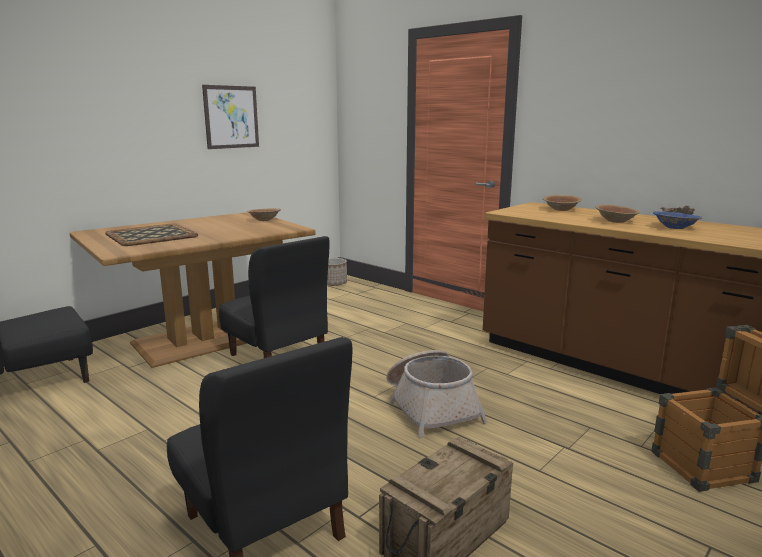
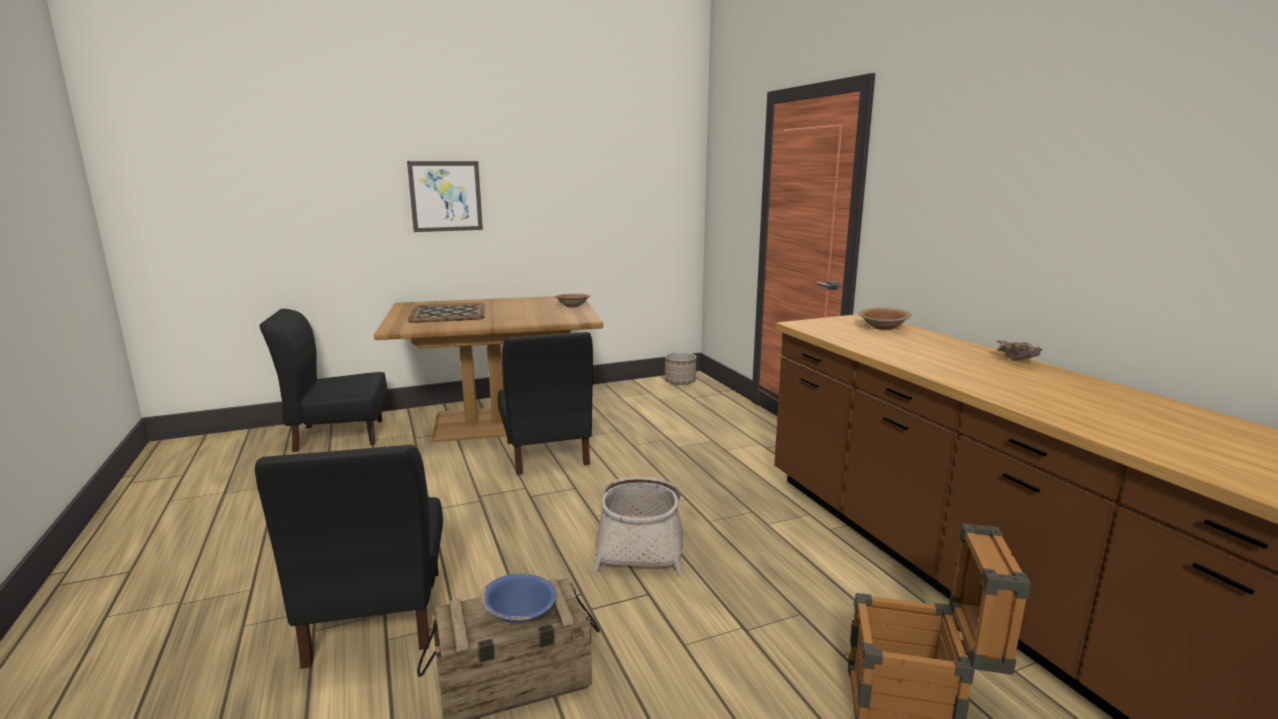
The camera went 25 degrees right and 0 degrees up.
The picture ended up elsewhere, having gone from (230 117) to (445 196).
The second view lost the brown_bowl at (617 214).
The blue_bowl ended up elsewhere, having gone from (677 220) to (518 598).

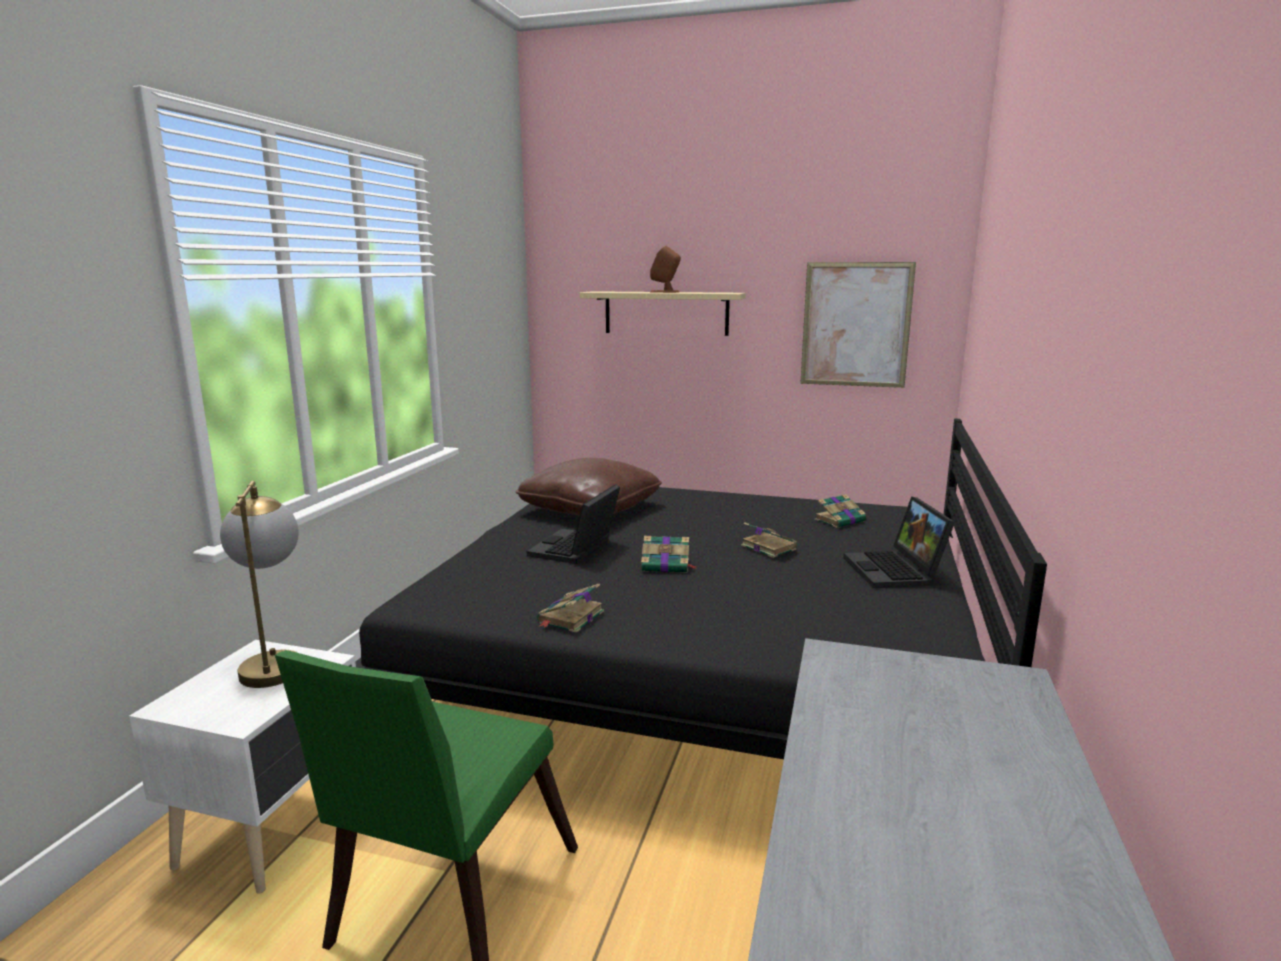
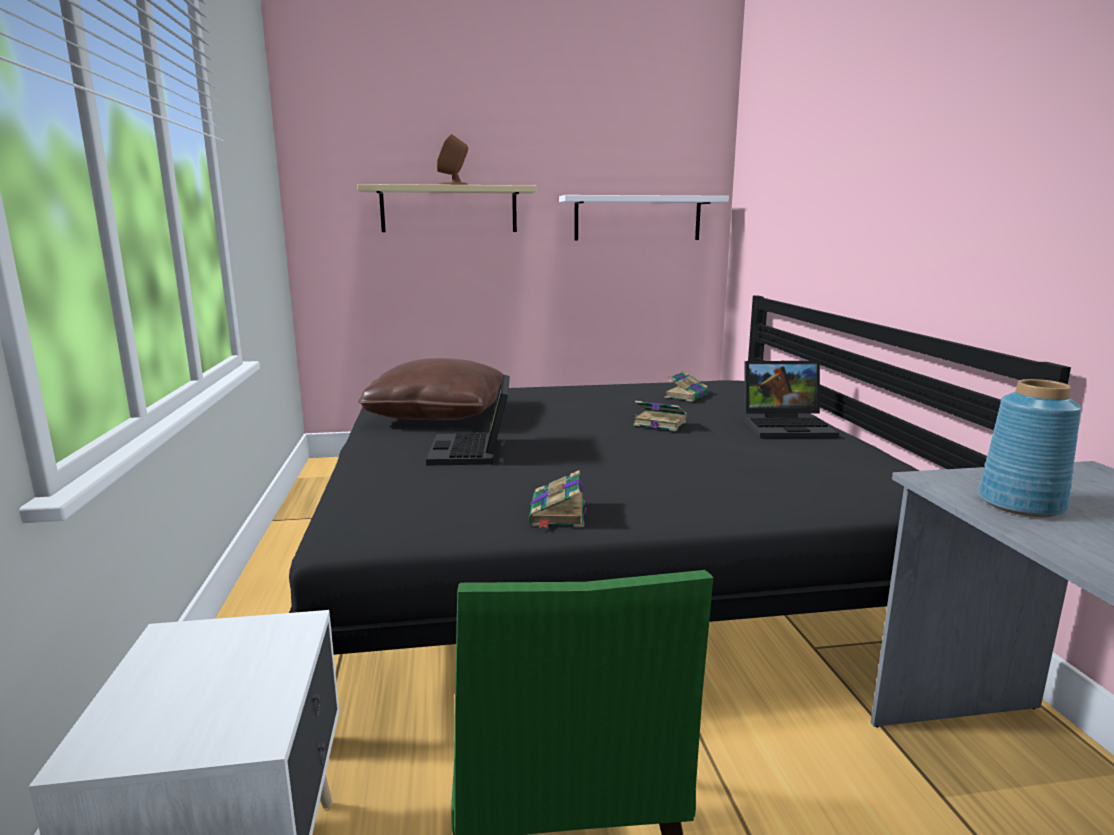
The camera went 25 degrees left and 0 degrees up.
The second view lost the table_lamp at (259 584).
The second view lost the book at (669 554).
Where the picture hung at (858 325), the white_shelf came to hang at (644 217).
The laptop at (899 542) ended up facing another way, 60 degrees counterclockwise from before.
The second view gained the blue_vase at (1030 448).

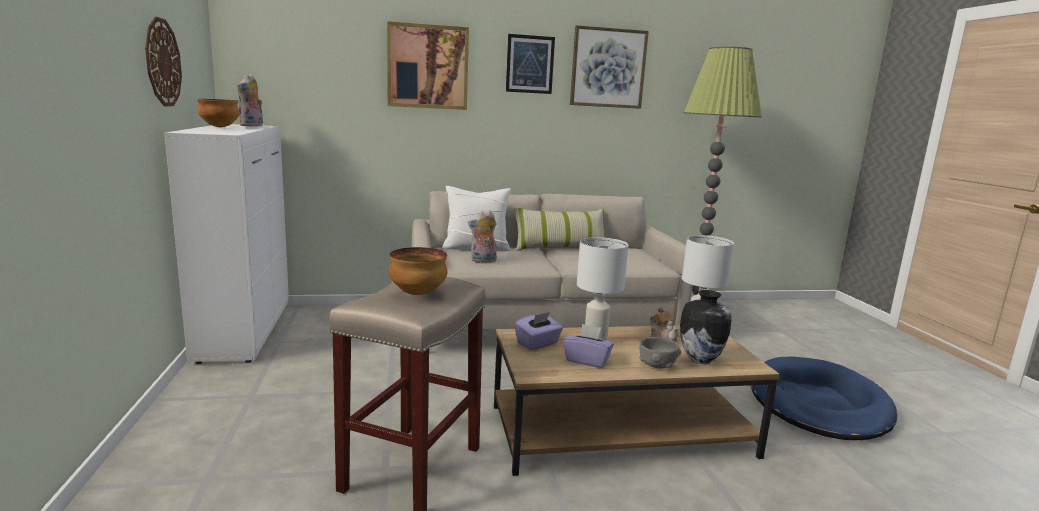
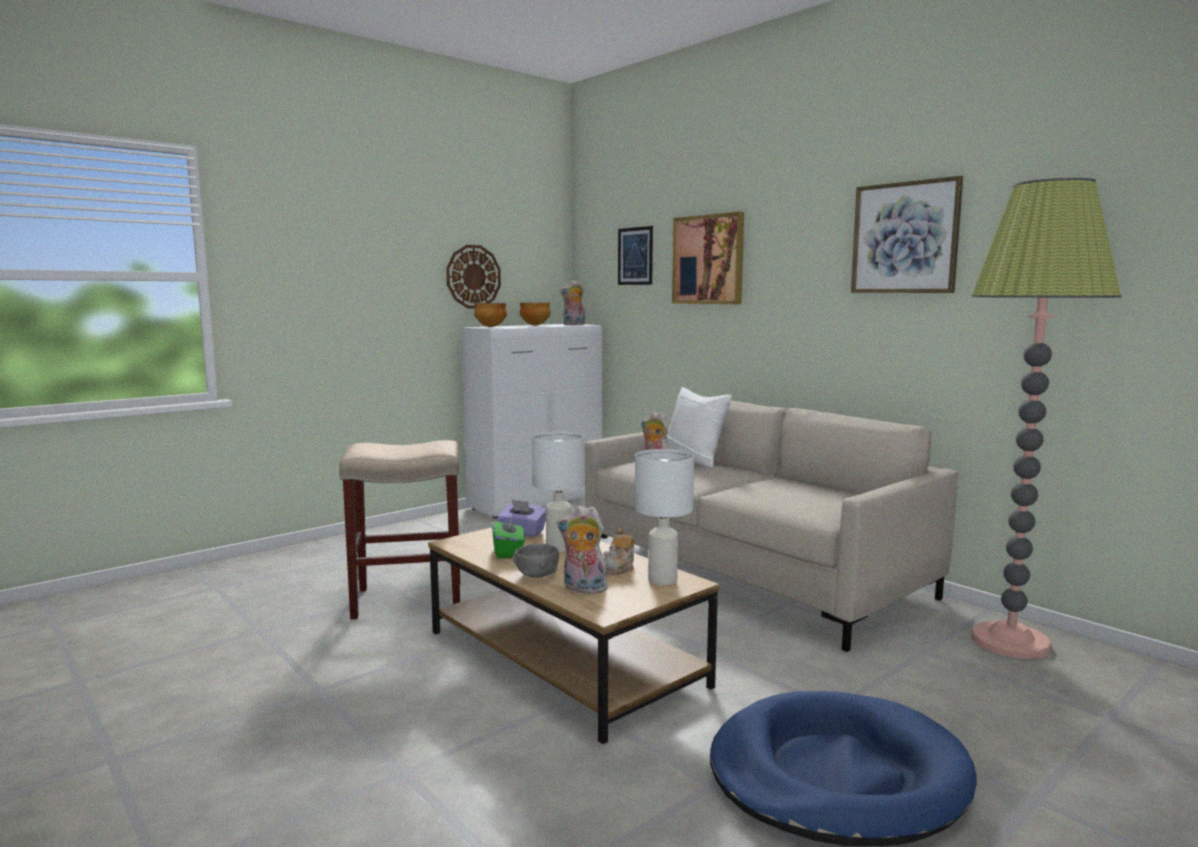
The camera went 60 degrees right and 5 degrees down.
The bowl ended up elsewhere, having gone from (418 271) to (490 315).
The picture ended up elsewhere, having gone from (530 64) to (635 255).
The second view lost the pillow at (559 229).
What was the purple_tissue_box at (588 346) turned into the green_tissue_box at (508 537).
Where the vase stood at (706 327), the plush_toy came to stand at (583 549).

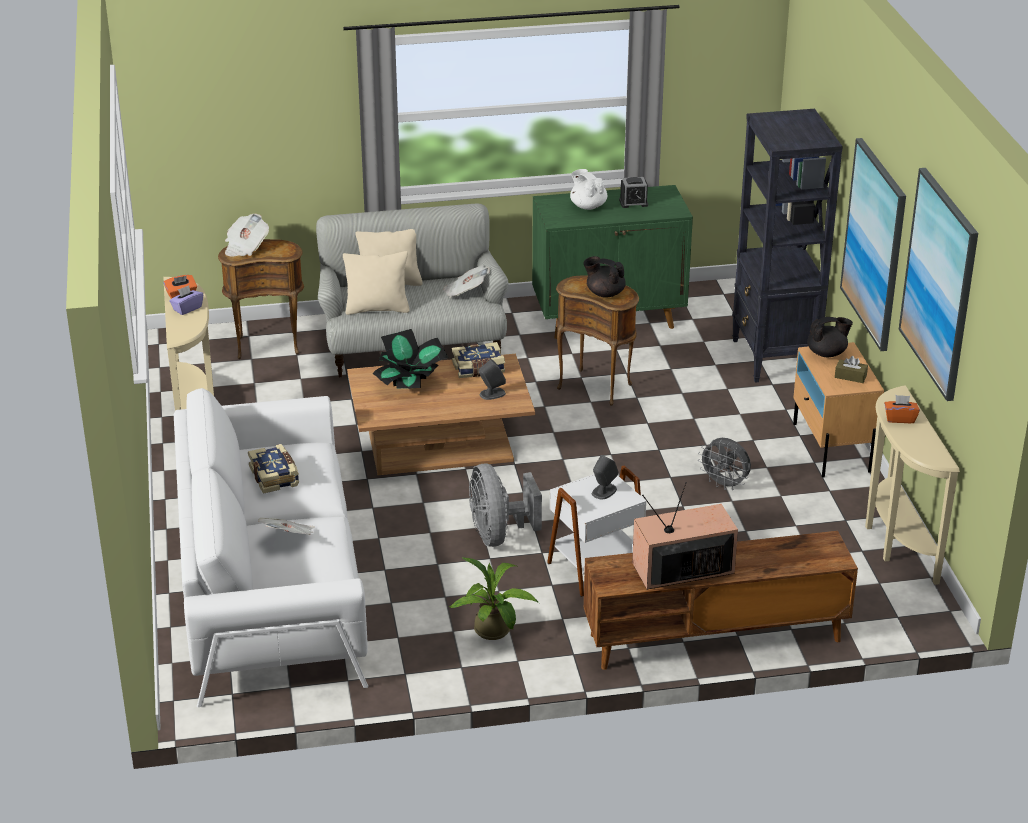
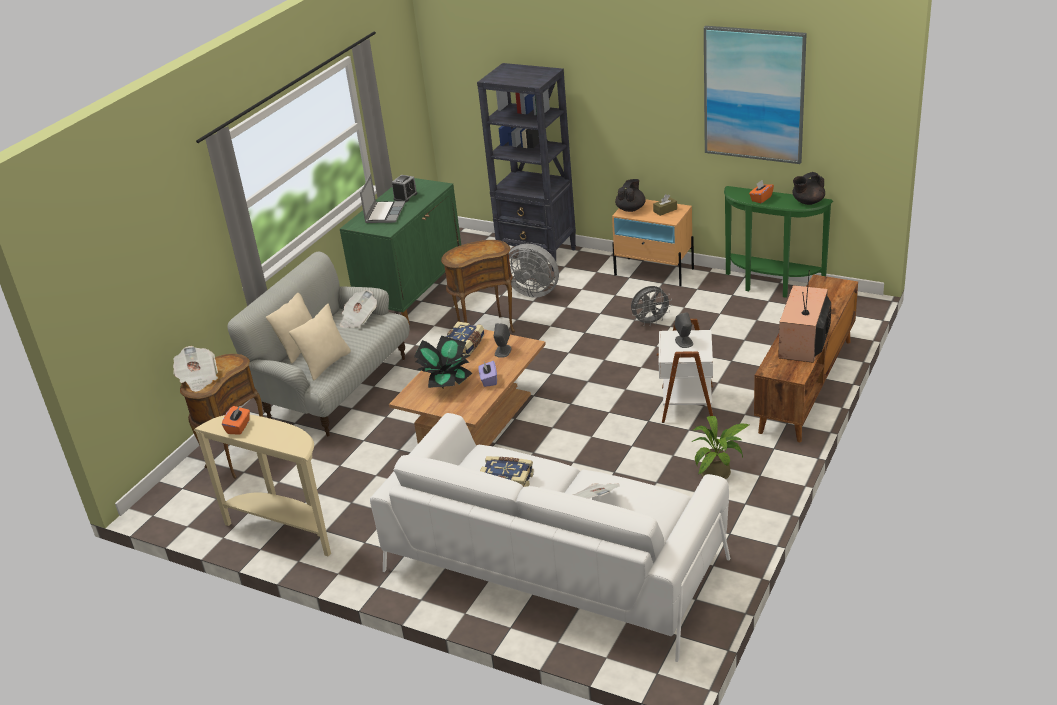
The camera went 50 degrees left and 0 degrees up.
The purple_tissue_box ended up elsewhere, having gone from (186 300) to (487 374).
The grey_fan ended up elsewhere, having gone from (505 505) to (534 271).
Where the white_teapot stood at (589 189), the laptop came to stand at (382 198).
The black_teapot ended up elsewhere, having gone from (604 277) to (809 188).
The second view lost the picture at (873 244).
What was the beige_console_table at (912 485) turned into the green_console_table at (778 242).

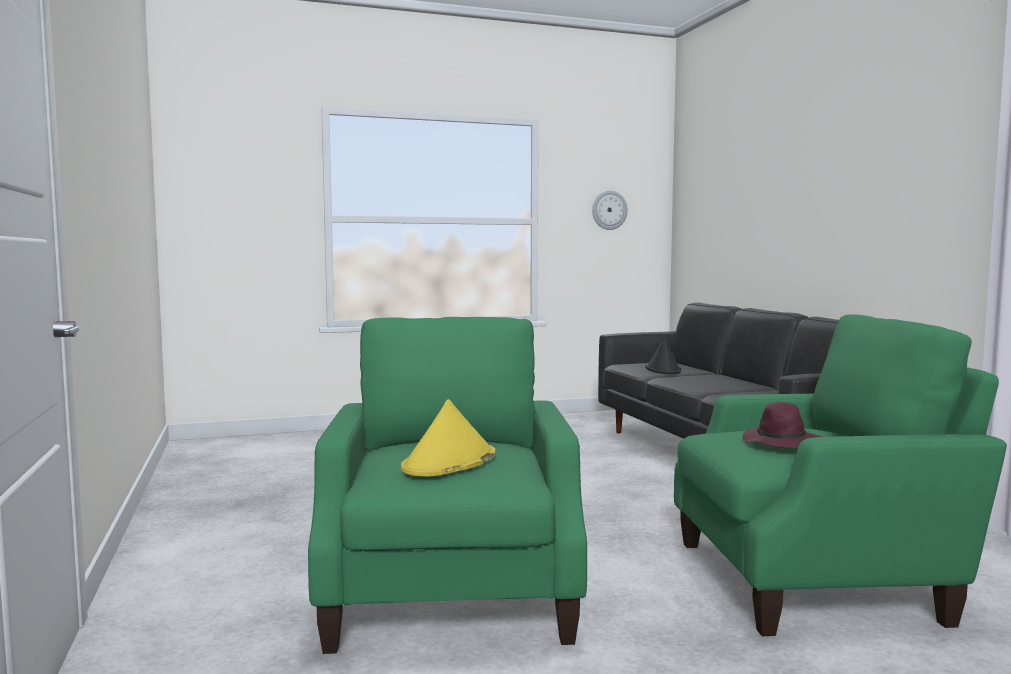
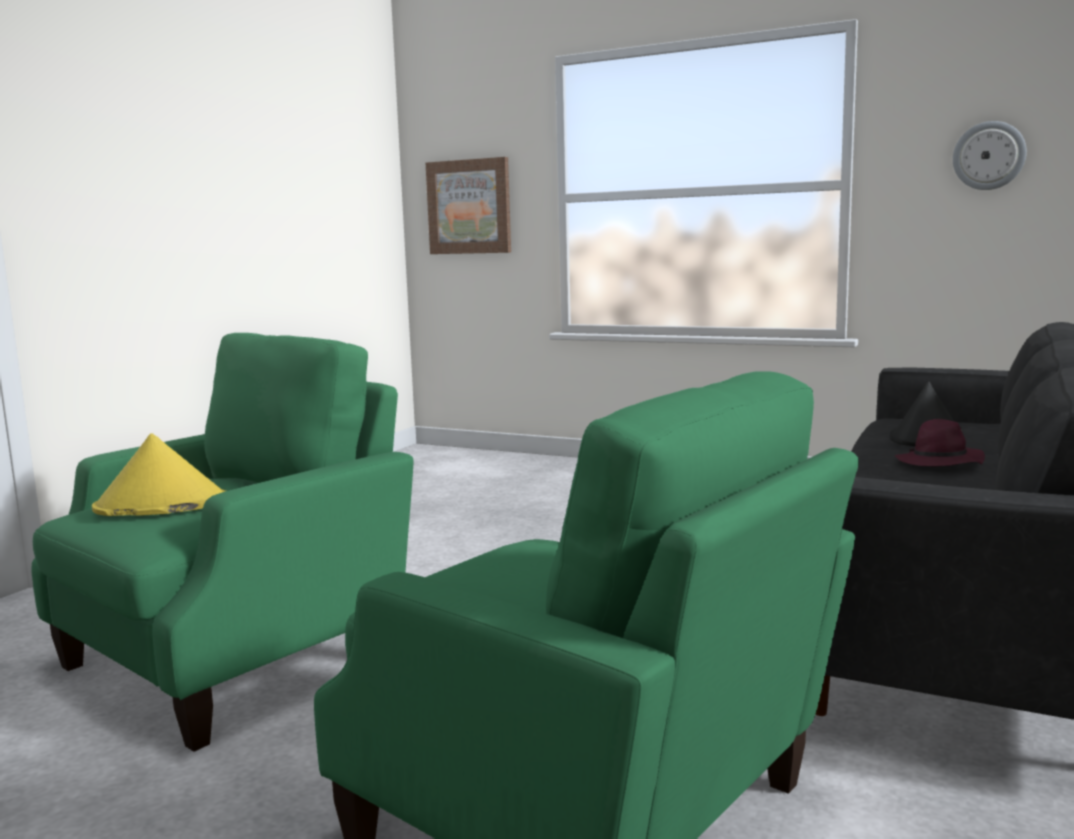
The camera went 45 degrees right and 5 degrees up.
The purple_hat ended up elsewhere, having gone from (783 425) to (939 442).
The second view gained the picture at (468 205).

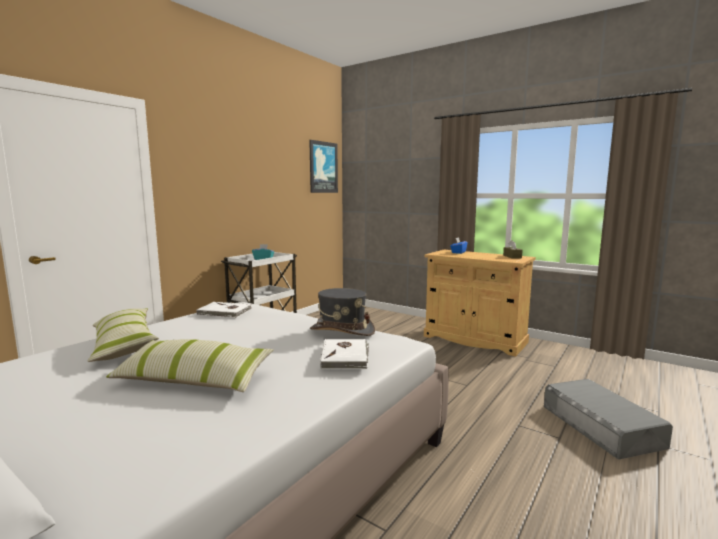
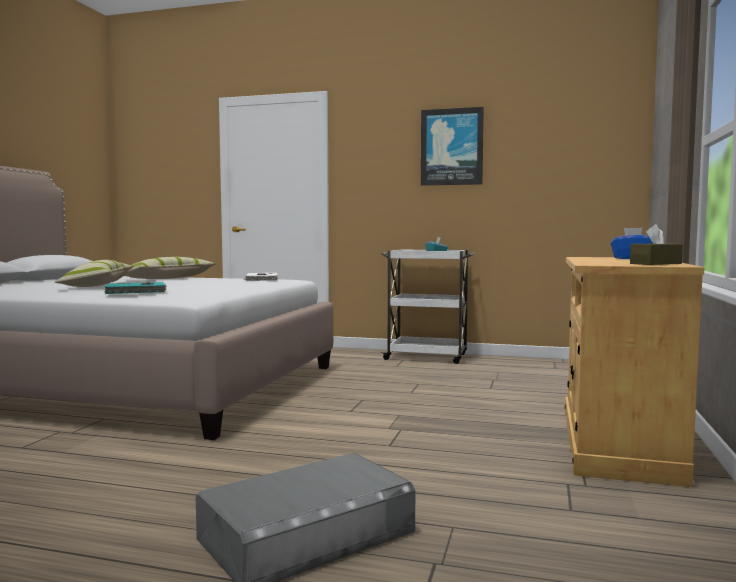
The camera went 70 degrees right and 5 degrees down.
The picture ended up elsewhere, having gone from (323 166) to (452 146).
The second view lost the grey_hat at (342 312).
What was the white_book at (344 354) turned into the turquoise_book at (135 288).

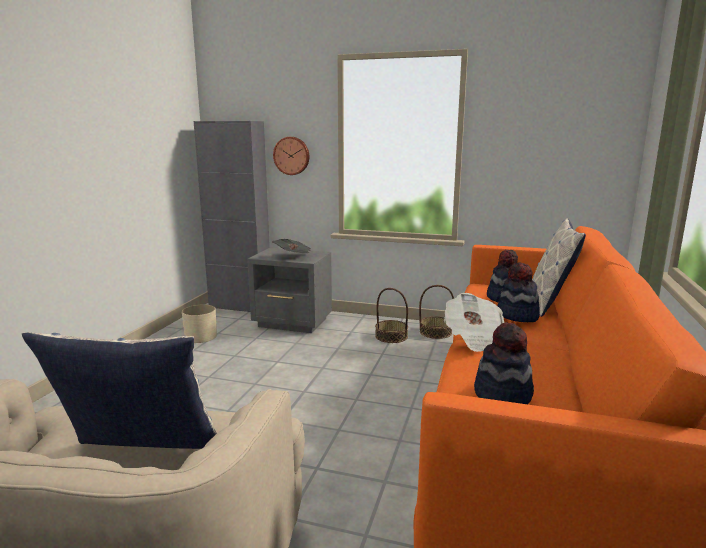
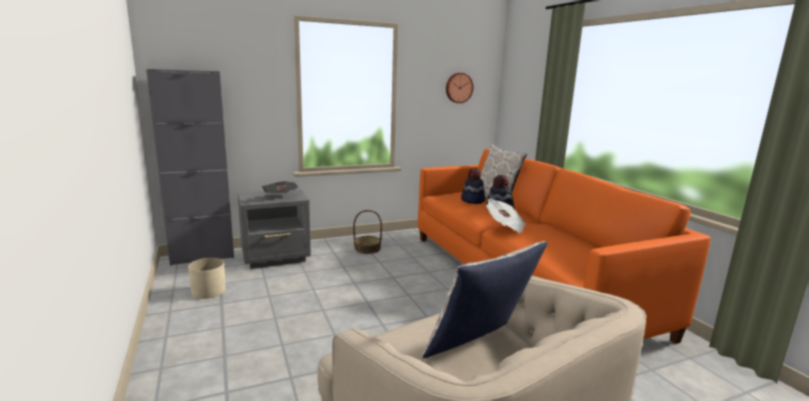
The camera went 40 degrees left and 0 degrees up.
The wall_clock ended up elsewhere, having gone from (291 156) to (460 88).
The second view lost the basket at (436 312).
The second view lost the hat at (504 363).

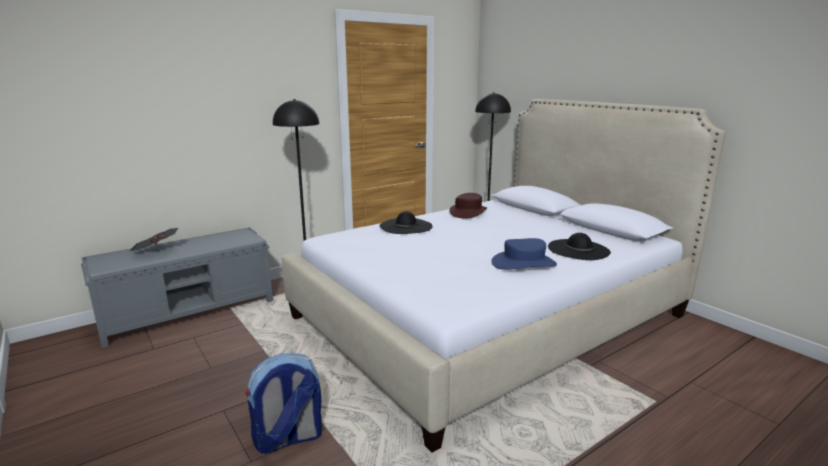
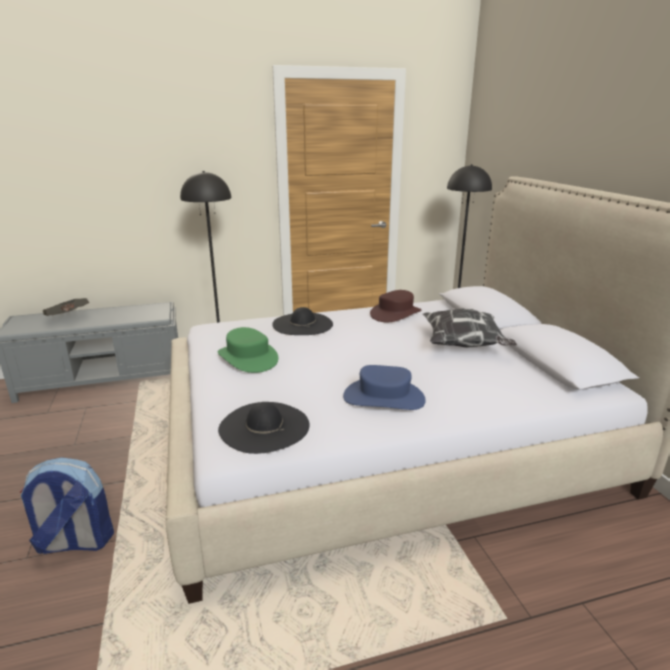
The camera went 20 degrees right and 5 degrees up.
The black_hat ended up elsewhere, having gone from (579 246) to (264 428).
The second view gained the green_hat at (248 350).
The second view gained the pillow at (470 328).

